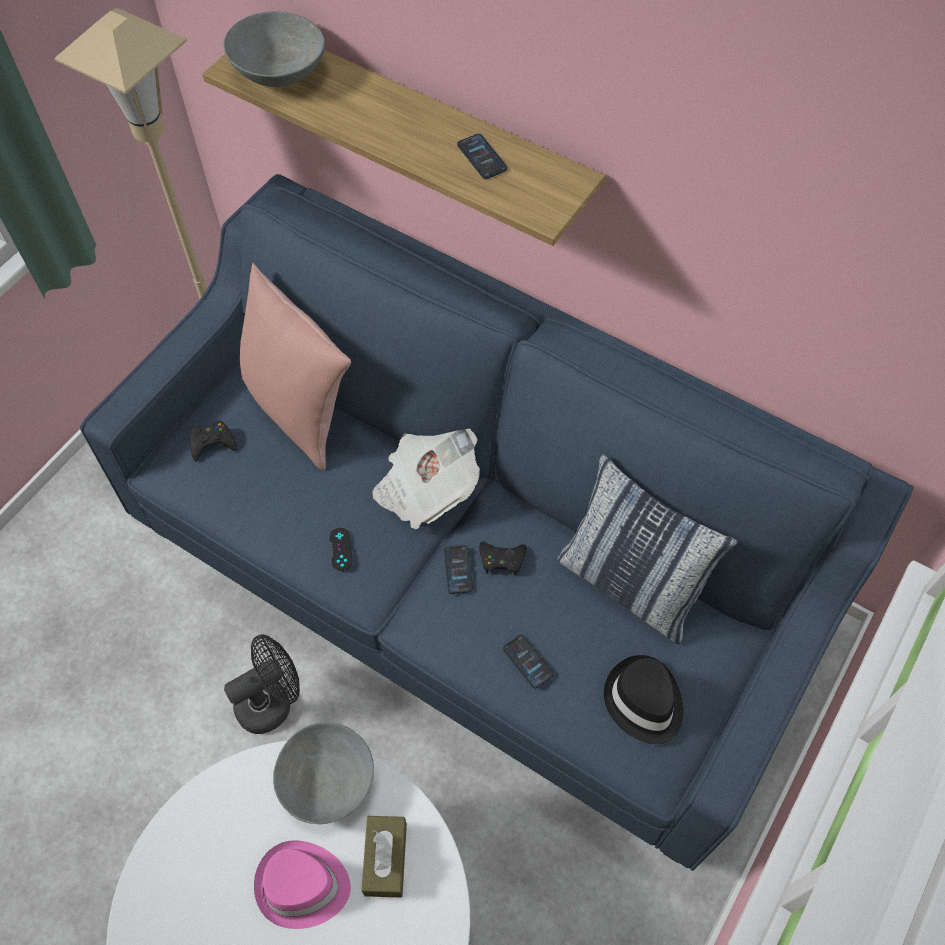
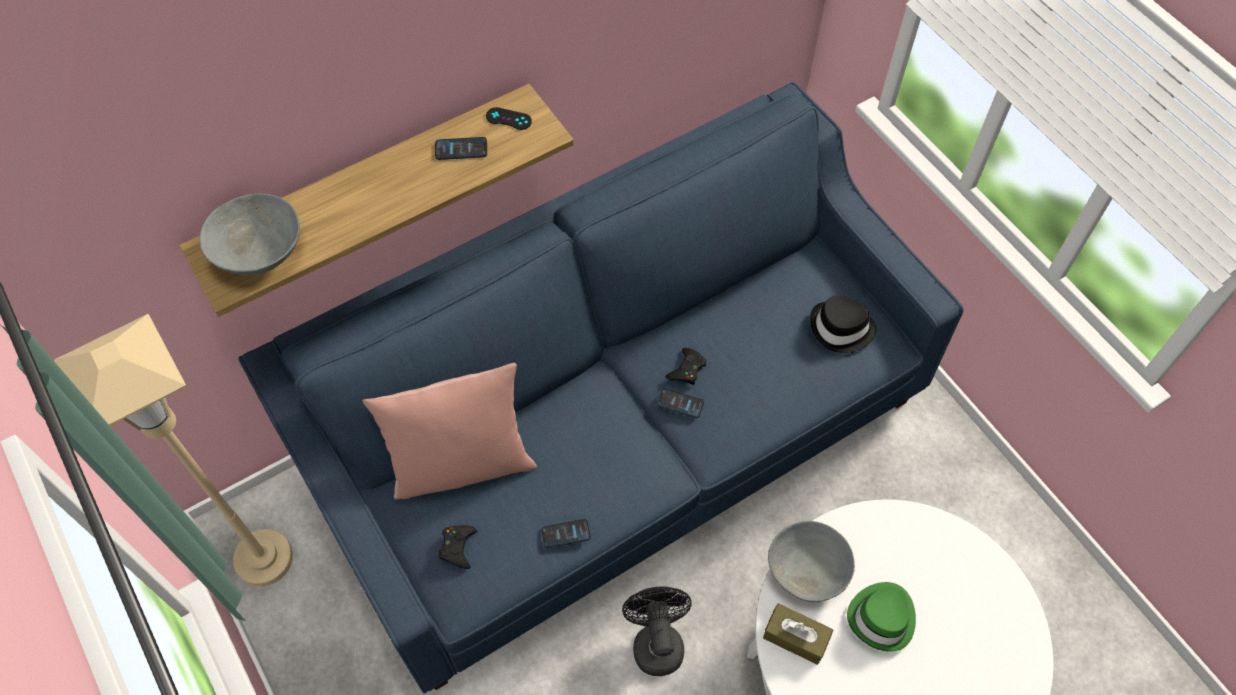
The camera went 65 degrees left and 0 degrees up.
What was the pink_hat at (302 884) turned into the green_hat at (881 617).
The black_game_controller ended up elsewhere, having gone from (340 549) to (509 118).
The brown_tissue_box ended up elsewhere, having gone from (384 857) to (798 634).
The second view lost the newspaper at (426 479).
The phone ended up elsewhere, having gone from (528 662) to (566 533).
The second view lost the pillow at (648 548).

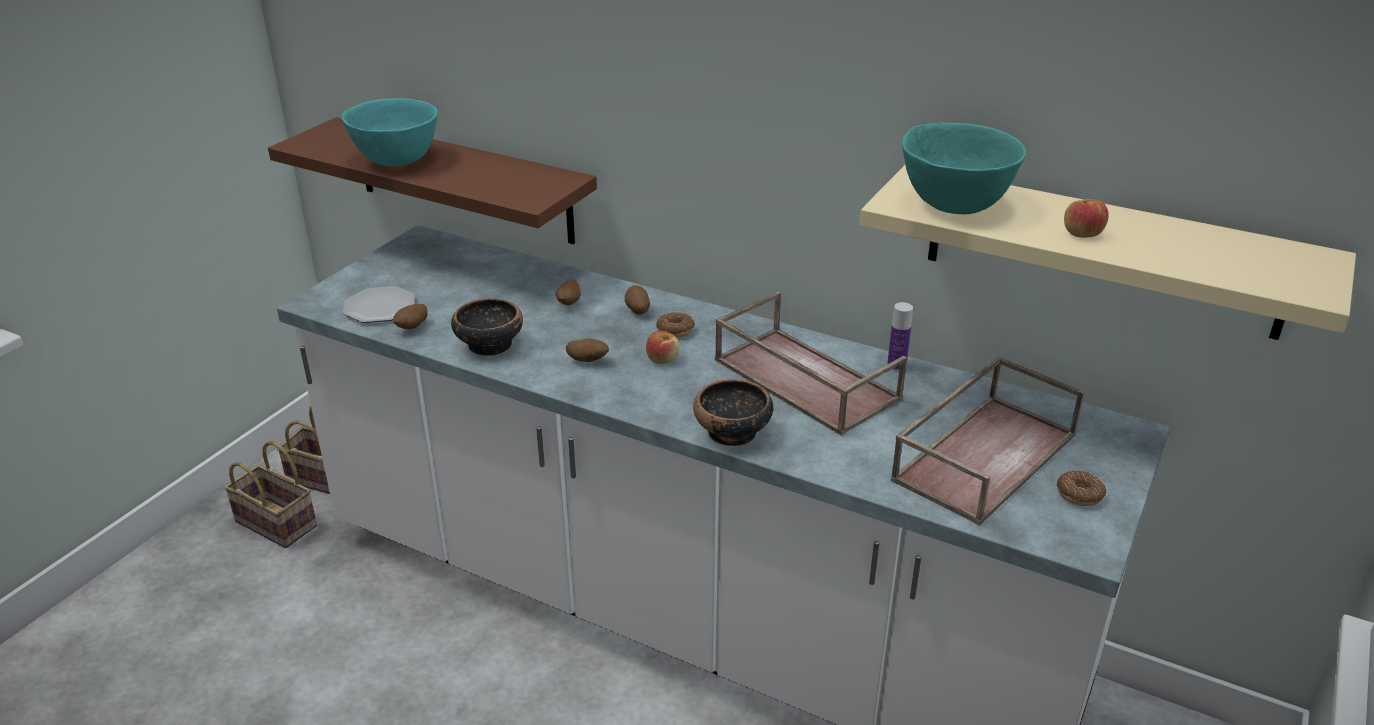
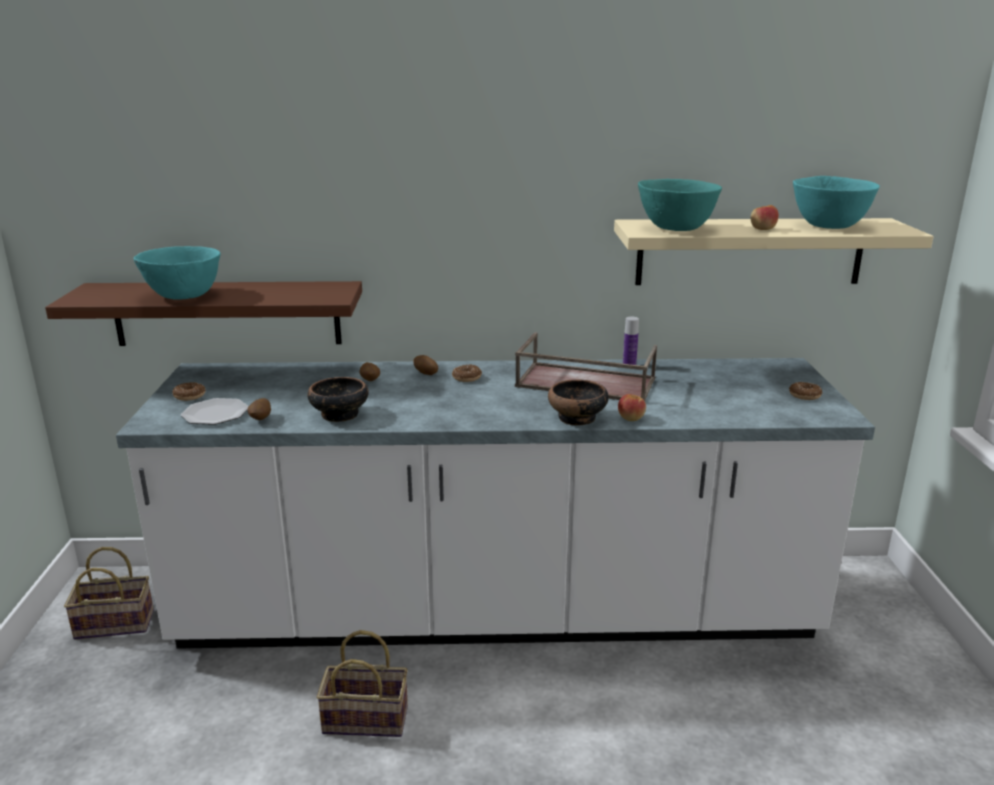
The camera went 30 degrees left and 10 degrees down.
The basket ended up elsewhere, having gone from (270 494) to (362 683).
The second view lost the potato at (587 350).
The apple ended up elsewhere, having gone from (662 347) to (632 407).
The second view lost the brown_tray at (987 440).
The second view gained the donut at (189 391).
The second view gained the turquoise_bowl at (836 202).

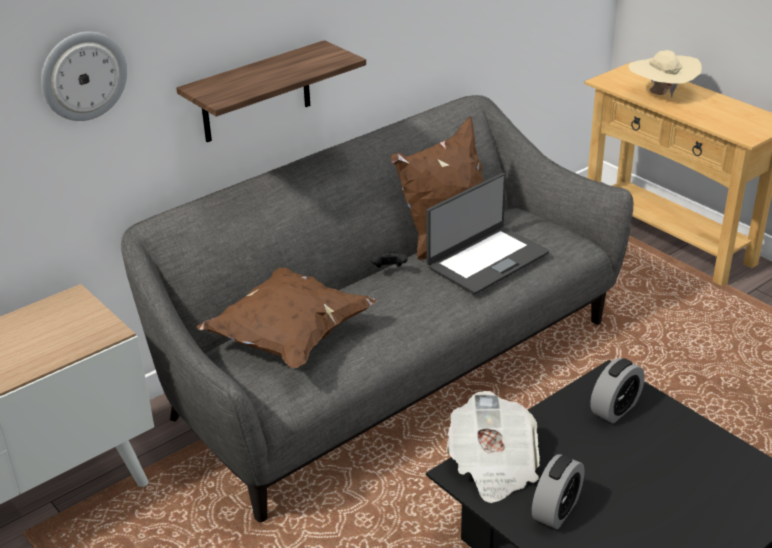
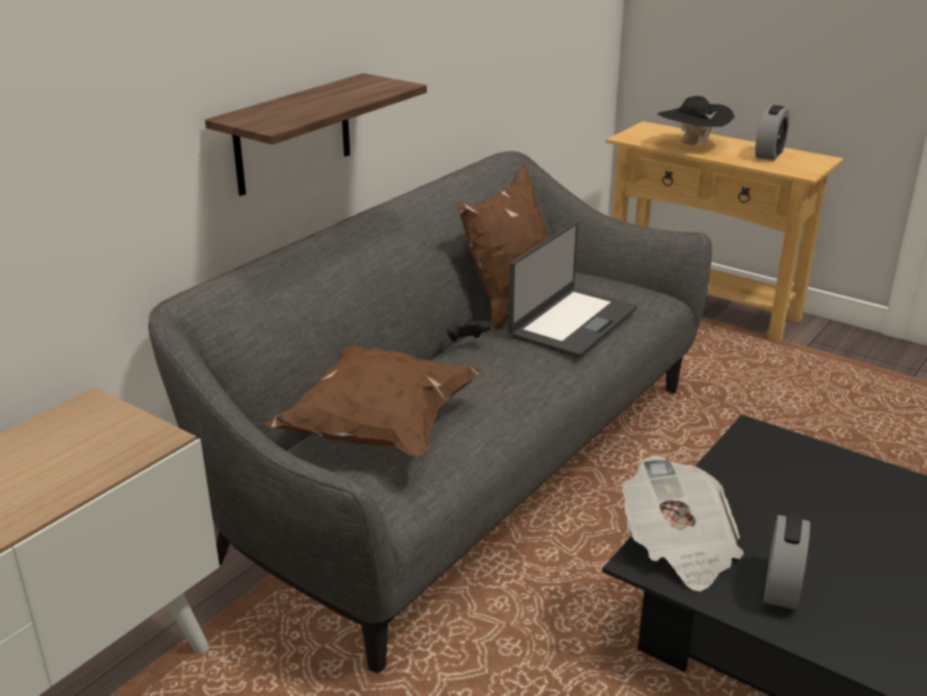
The camera went 15 degrees left and 5 degrees down.
The second view lost the wall_clock at (84 76).
The alarm_clock ended up elsewhere, having gone from (617 391) to (772 132).
What was the beige_hat at (665 74) turned into the black_hat at (696 121).

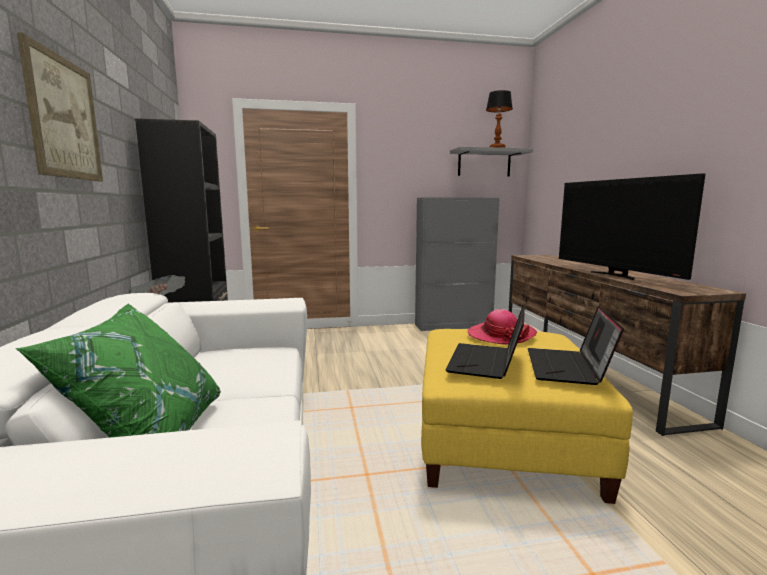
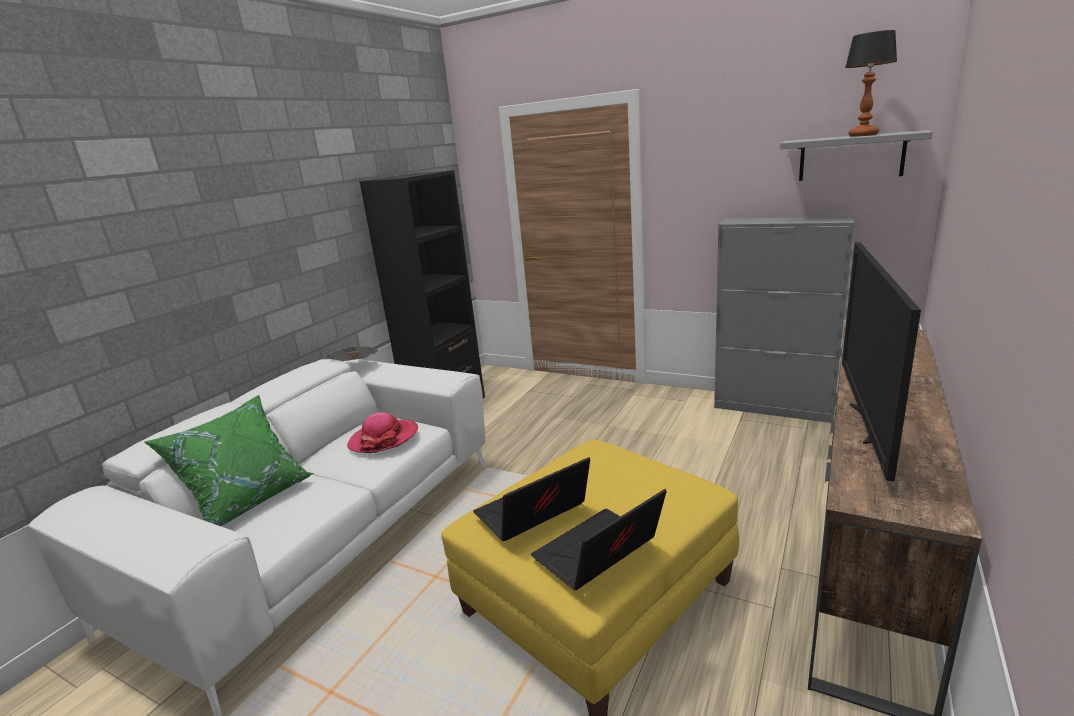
The camera went 40 degrees right and 10 degrees up.
The second view lost the picture at (60 106).
The hat ended up elsewhere, having gone from (502 327) to (382 432).

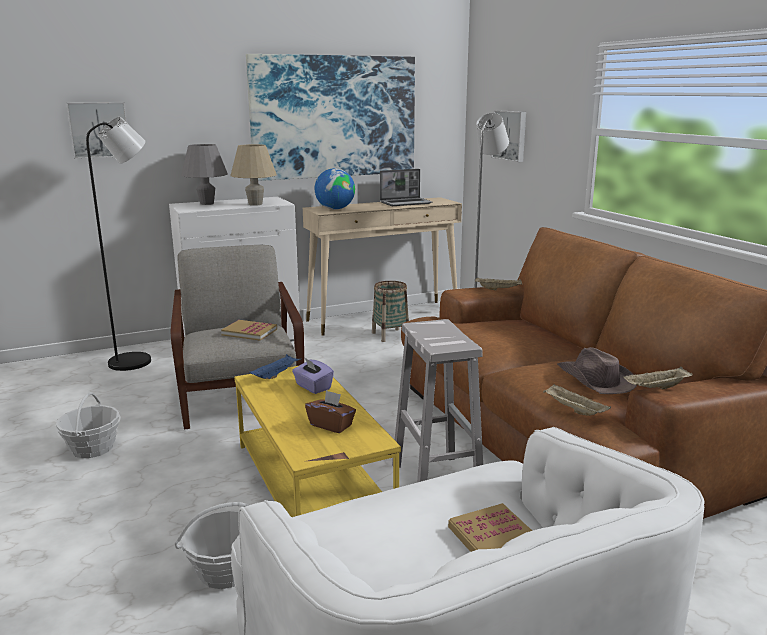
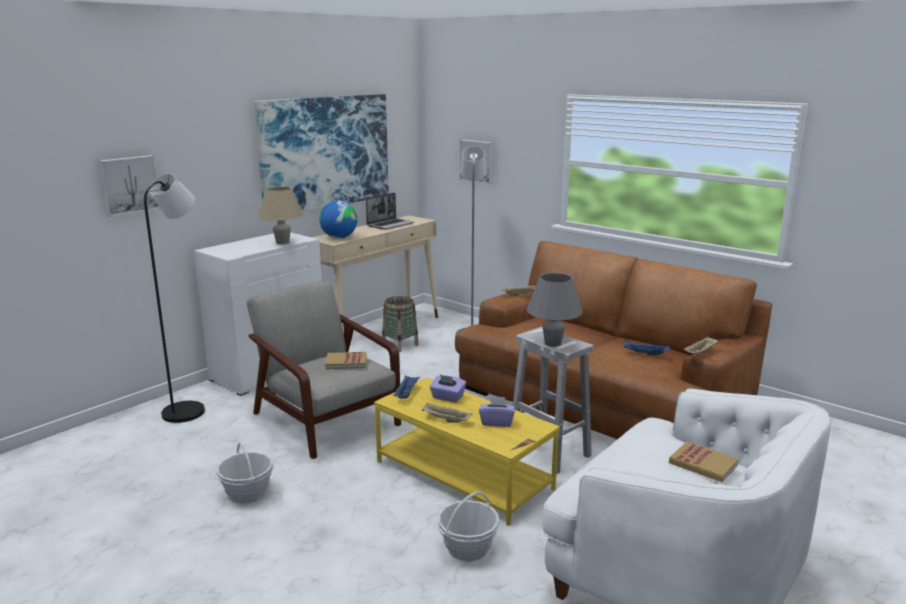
The camera went 25 degrees left and 0 degrees up.
The grey_table_lamp ended up elsewhere, having gone from (204 174) to (555 310).
What was the brown_tissue_box at (330 411) turned into the purple_tissue_box at (497 411).
The beige_tray ended up elsewhere, having gone from (577 400) to (446 413).
Where the brown_hat stood at (597 370), the blue_tray came to stand at (646 348).

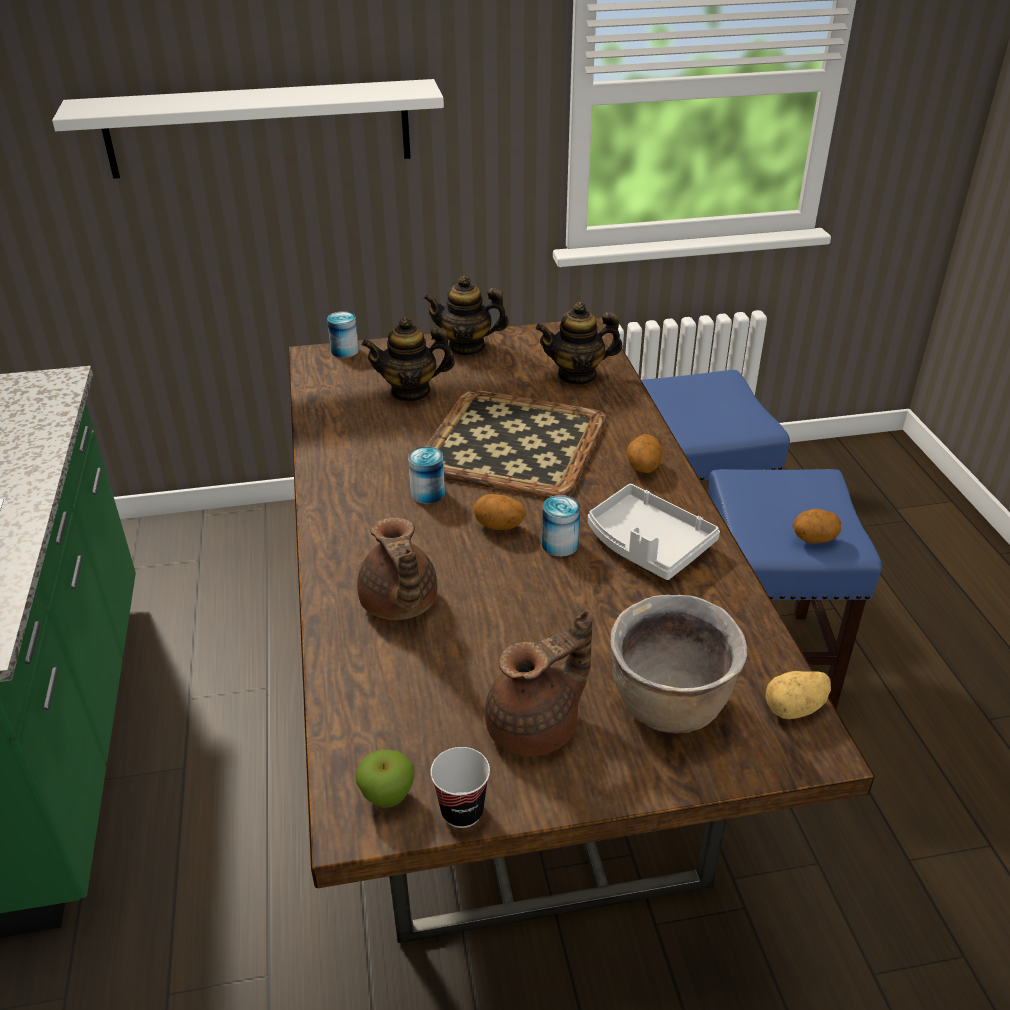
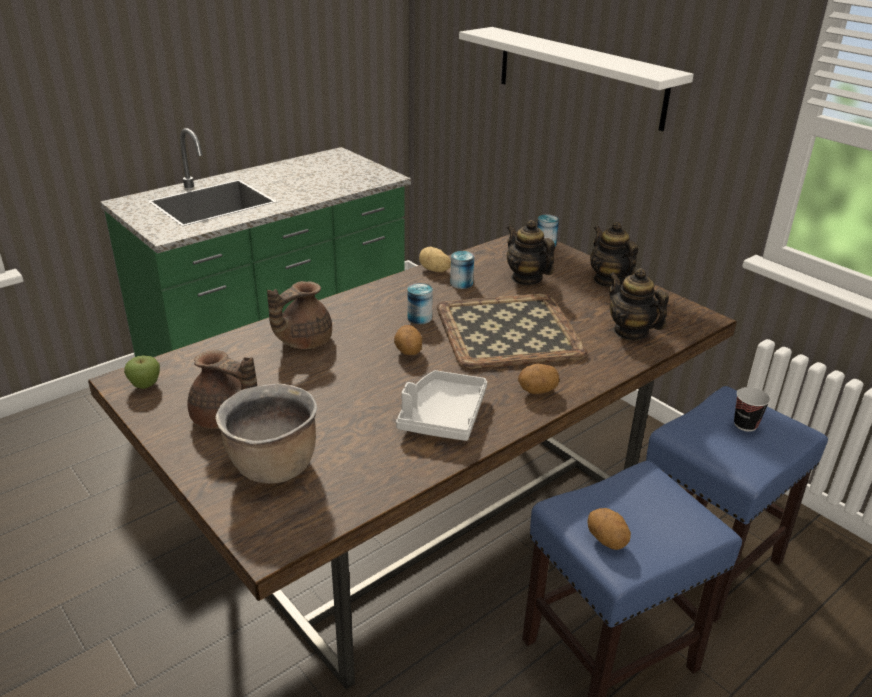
The camera went 60 degrees right and 5 degrees down.
The cup ended up elsewhere, having gone from (460 787) to (752 409).
The can ended up elsewhere, having gone from (561 526) to (462 270).
The potato ended up elsewhere, having gone from (798 695) to (435 259).

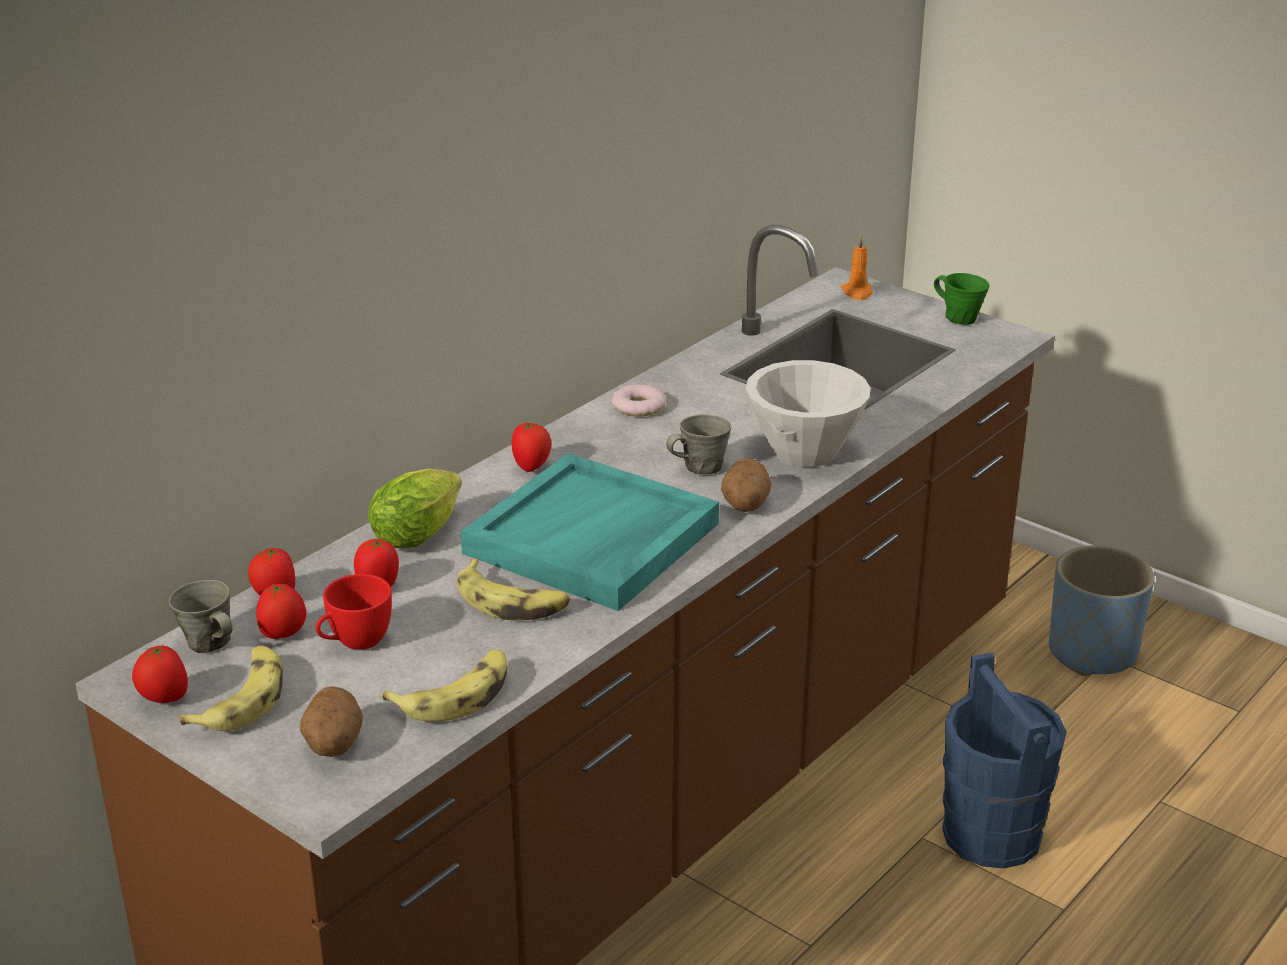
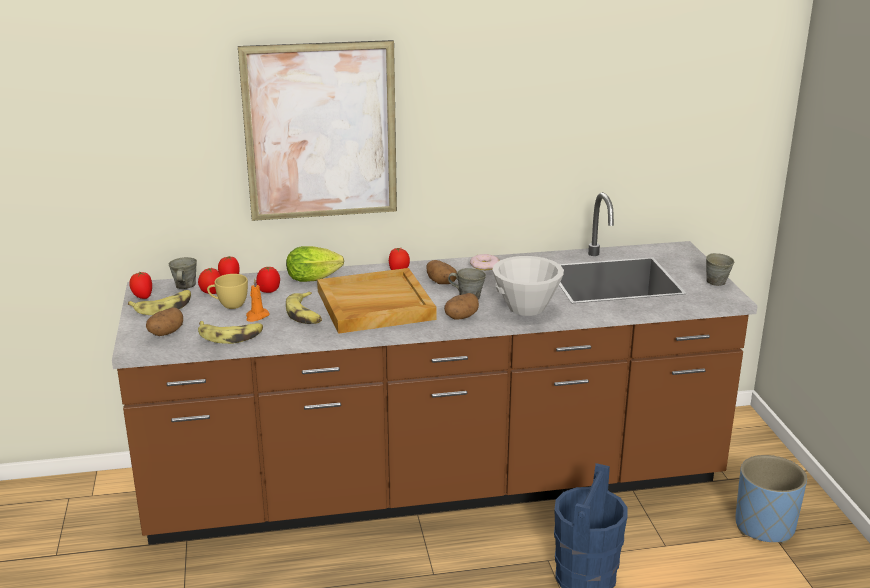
The camera went 40 degrees right and 5 degrees down.
What was the red_cup at (353 612) turned into the yellow_cup at (227 291).
What was the turquoise_tray at (590 532) turned into the beige_tray at (377 301).
The orange_candle ended up elsewhere, having gone from (857 268) to (258 300).
What was the green_mug at (961 299) turned into the grey_mug at (720 269).
The second view gained the picture at (317 130).
The second view gained the potato at (442 272).

